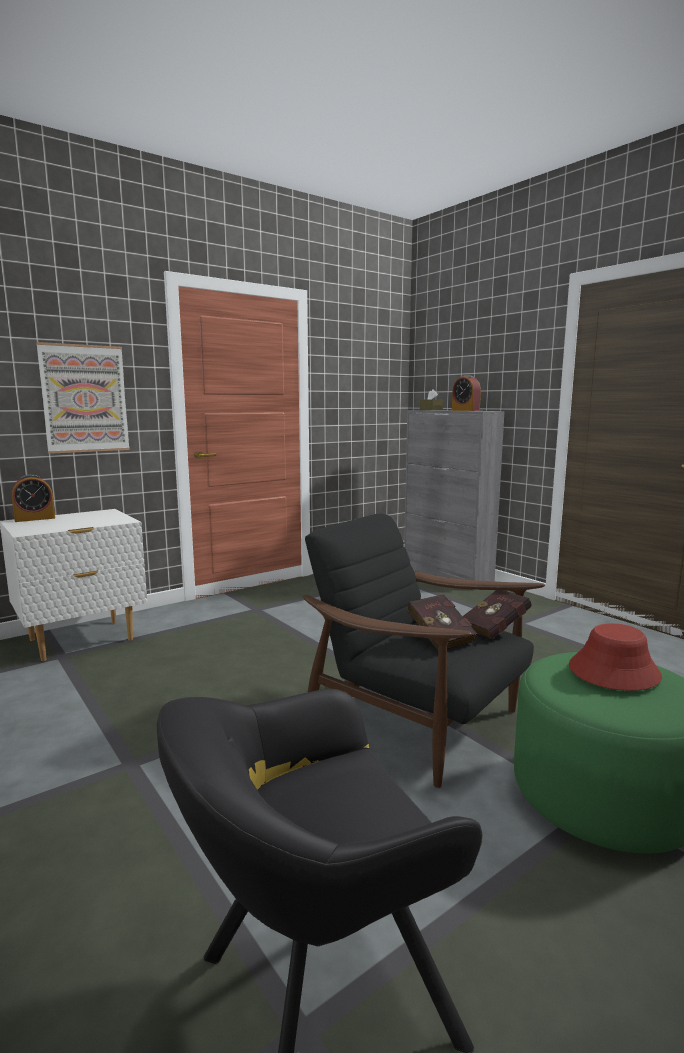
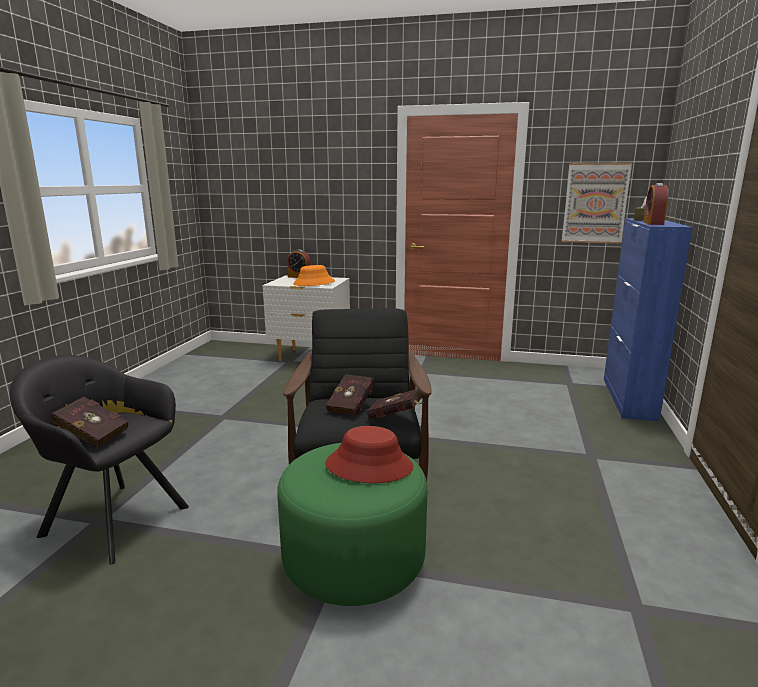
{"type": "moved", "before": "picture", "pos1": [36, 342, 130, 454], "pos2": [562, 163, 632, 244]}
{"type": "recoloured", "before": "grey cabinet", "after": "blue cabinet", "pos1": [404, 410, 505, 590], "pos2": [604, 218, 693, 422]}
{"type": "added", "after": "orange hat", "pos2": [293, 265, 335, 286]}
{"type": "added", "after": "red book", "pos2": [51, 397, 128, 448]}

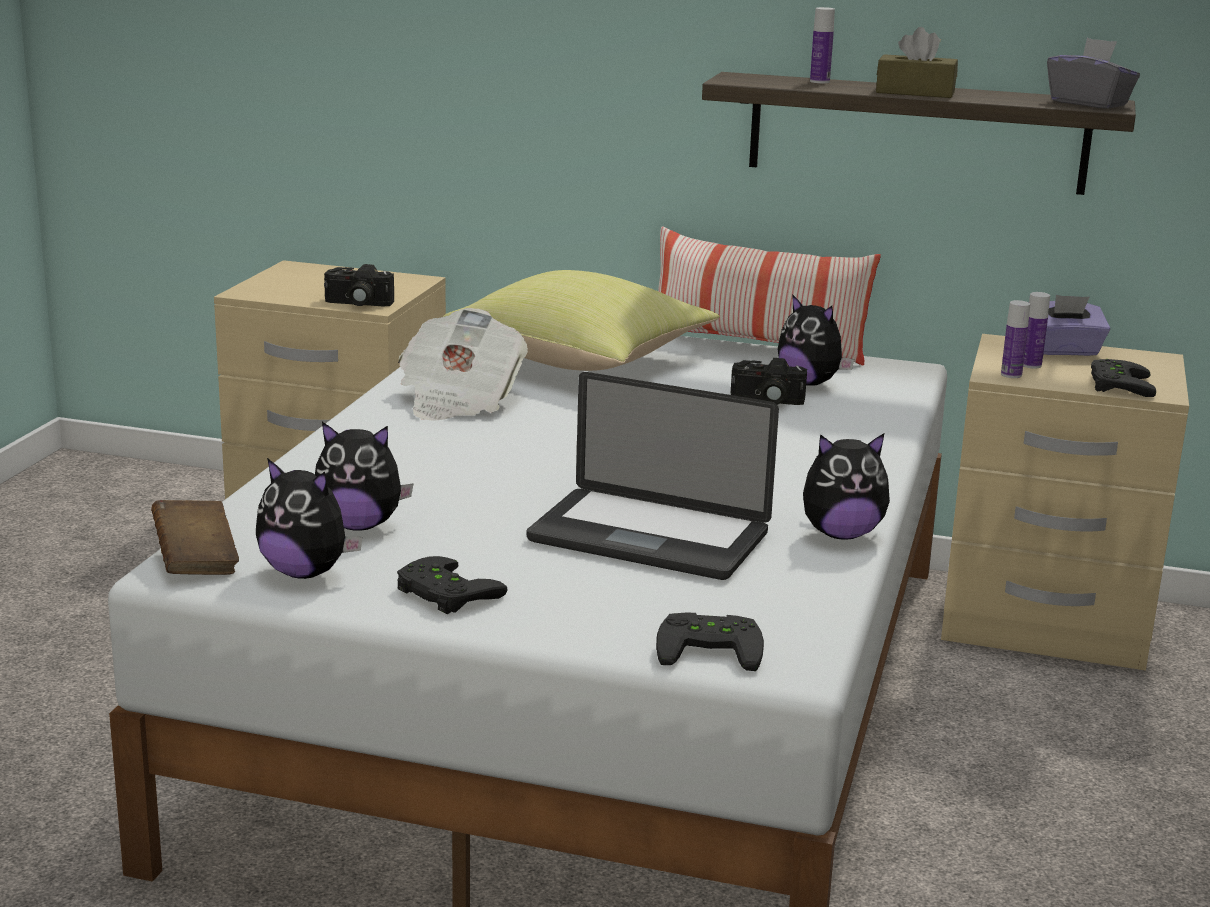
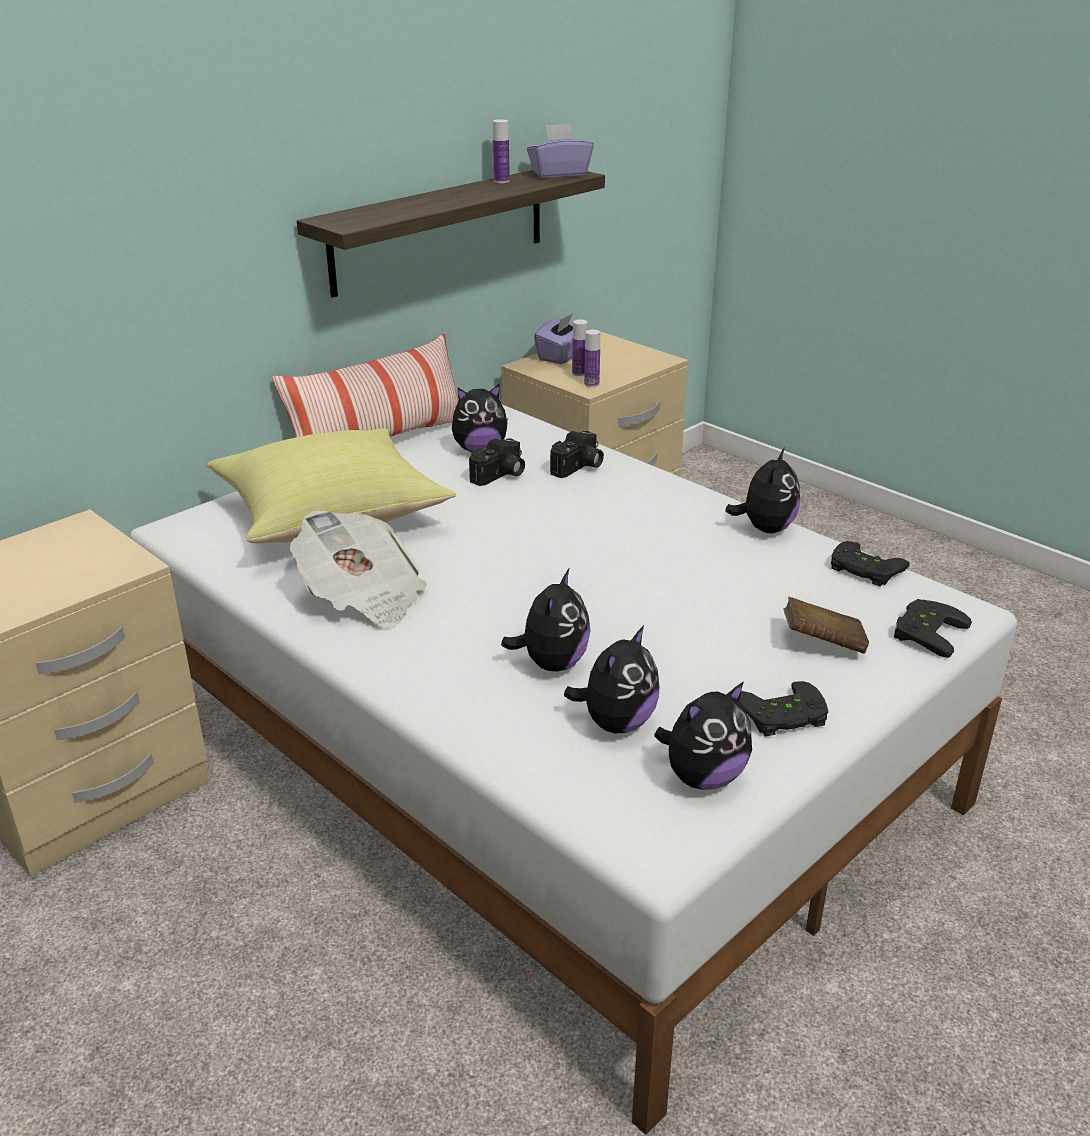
{"type": "moved", "before": "bottle", "pos1": [810, 7, 835, 83], "pos2": [493, 119, 510, 183]}
{"type": "removed", "before": "brown tissue box", "pos1": [876, 27, 958, 98]}
{"type": "recoloured", "before": "grey tissue box", "after": "purple tissue box", "pos1": [1047, 38, 1140, 109], "pos2": [527, 123, 594, 178]}
{"type": "moved", "before": "photo camera", "pos1": [324, 264, 394, 306], "pos2": [550, 431, 604, 478]}
{"type": "moved", "before": "black game controller", "pos1": [1091, 359, 1156, 397], "pos2": [831, 541, 909, 586]}
{"type": "removed", "before": "laptop", "pos1": [527, 372, 779, 580]}
{"type": "moved", "before": "brown book", "pos1": [151, 500, 239, 575], "pos2": [783, 597, 869, 654]}
{"type": "added", "after": "plush toy", "pos2": [501, 569, 590, 671]}

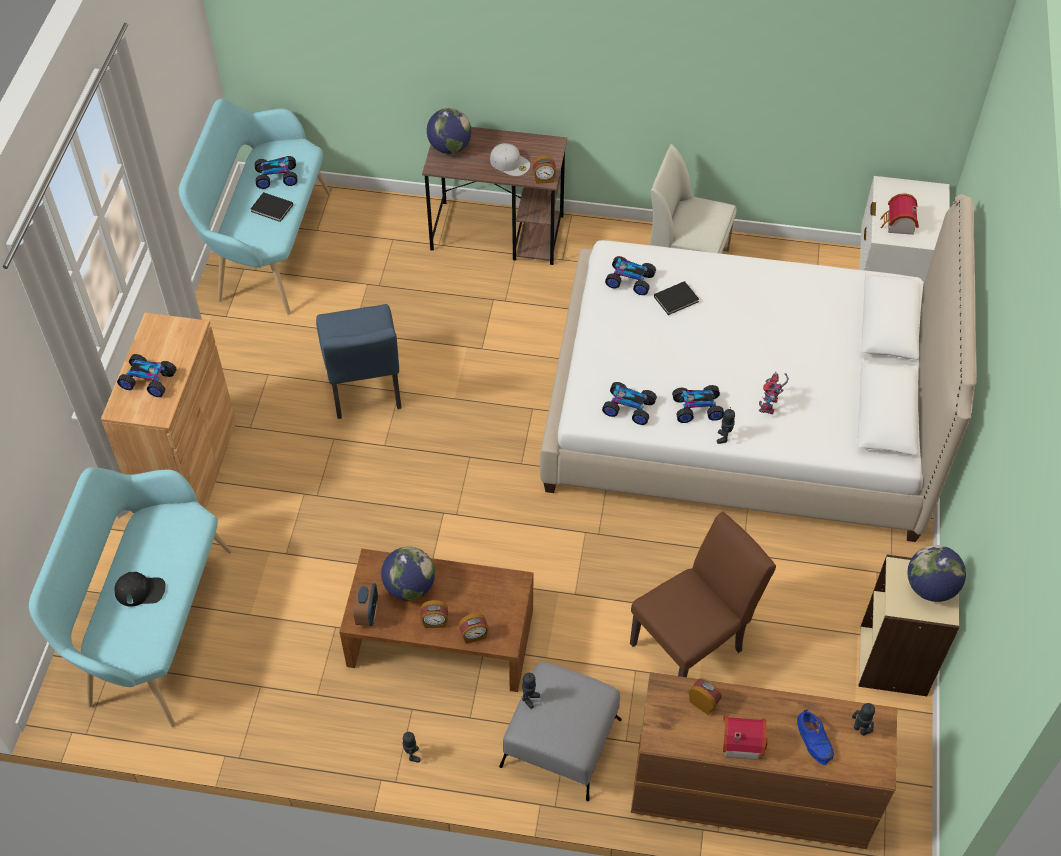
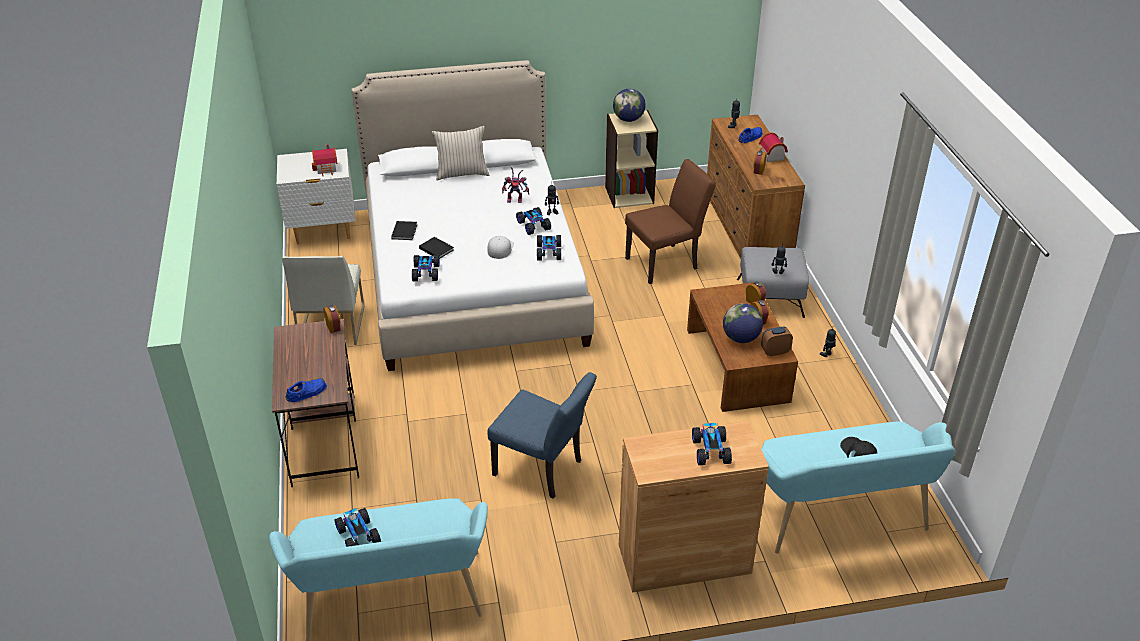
{"type": "replaced", "before": "globe", "after": "blue shoe", "pos1": [427, 108, 472, 154], "pos2": [286, 378, 327, 402]}
{"type": "moved", "before": "white cap", "pos1": [490, 143, 530, 176], "pos2": [487, 236, 514, 259]}
{"type": "moved", "before": "black book", "pos1": [251, 192, 293, 222], "pos2": [391, 221, 417, 240]}
{"type": "turned", "before": "blue chair", "pos1": [316, 304, 402, 419], "pos2": [488, 372, 597, 499], "turn": 60}
{"type": "turned", "before": "brown chair", "pos1": [630, 512, 776, 677], "pos2": [625, 159, 716, 284], "turn": 120}
{"type": "added", "after": "beige pillow", "pos2": [432, 126, 489, 180]}

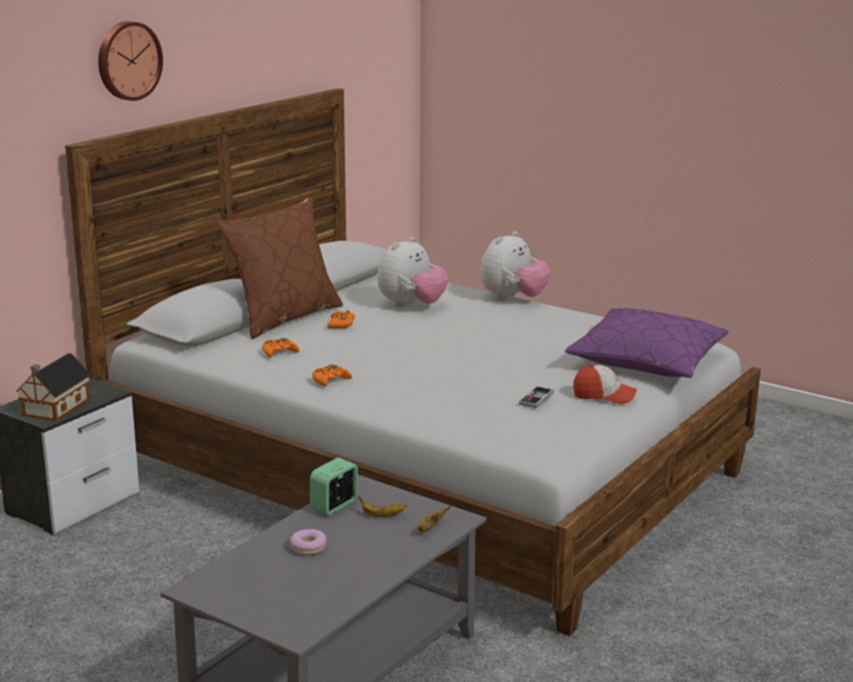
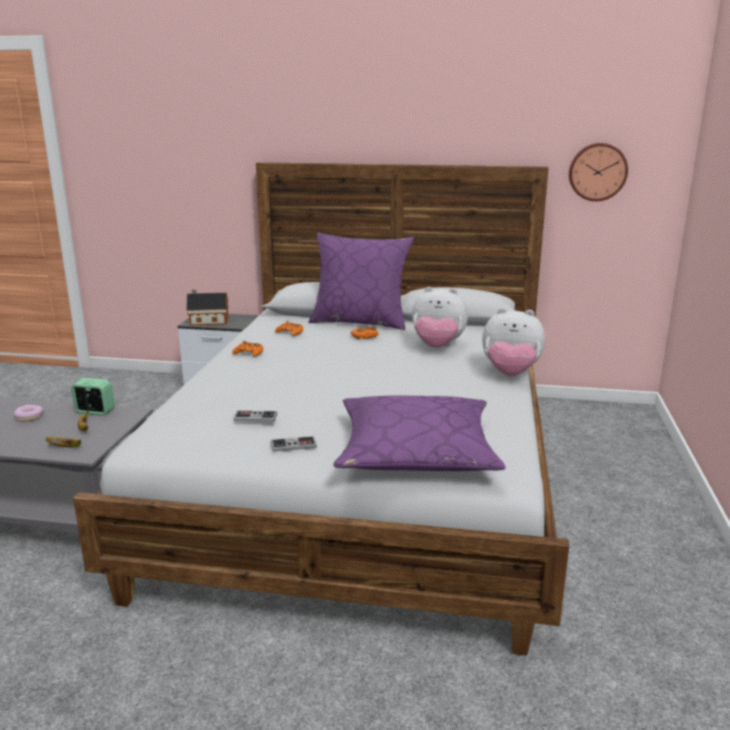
{"type": "moved", "before": "wall clock", "pos1": [98, 21, 163, 101], "pos2": [569, 143, 628, 201]}
{"type": "recoloured", "before": "brown pillow", "after": "purple pillow", "pos1": [217, 197, 343, 339], "pos2": [309, 233, 414, 330]}
{"type": "replaced", "before": "cap", "after": "game controller", "pos1": [573, 365, 637, 404], "pos2": [271, 436, 317, 452]}

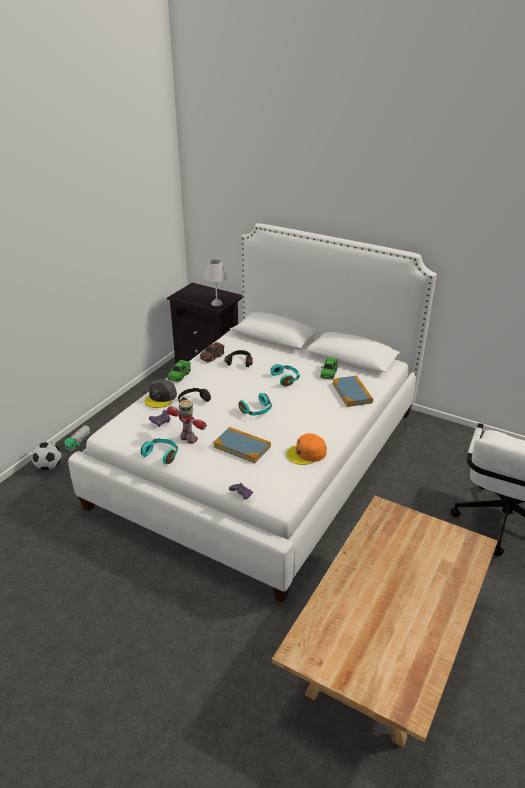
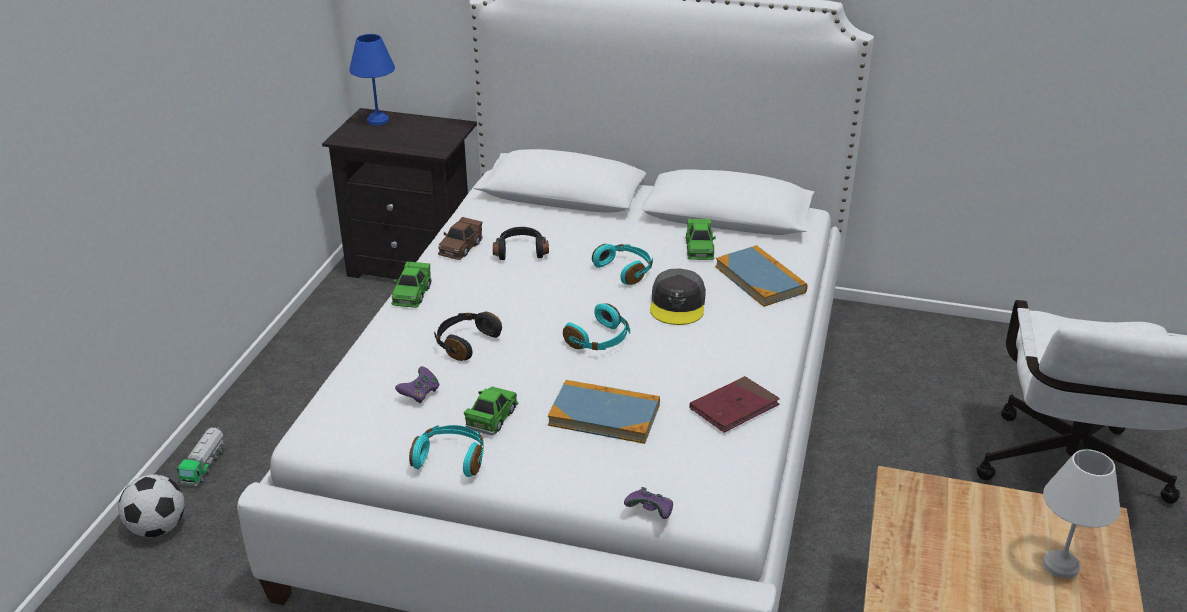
{"type": "moved", "before": "white table lamp", "pos1": [204, 259, 227, 306], "pos2": [1043, 449, 1120, 578]}
{"type": "moved", "before": "grey cap", "pos1": [145, 379, 177, 408], "pos2": [650, 269, 706, 325]}
{"type": "replaced", "before": "toy robot", "after": "green toy car", "pos1": [167, 400, 207, 444], "pos2": [464, 387, 518, 435]}
{"type": "replaced", "before": "orange cap", "after": "red book", "pos1": [286, 433, 327, 465], "pos2": [690, 376, 780, 433]}
{"type": "added", "after": "blue table lamp", "pos2": [349, 34, 395, 125]}

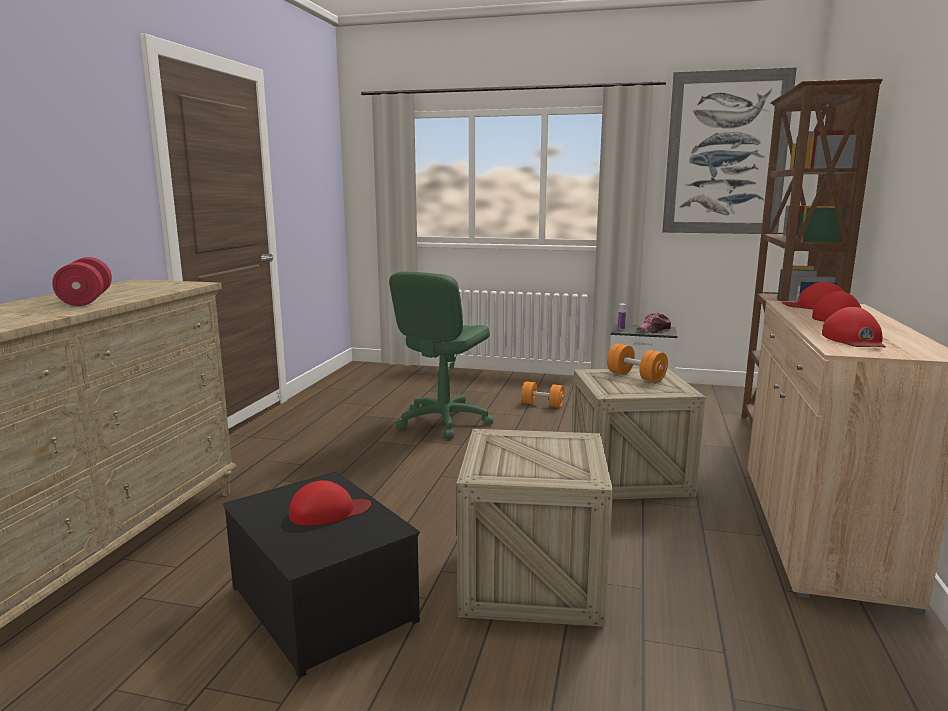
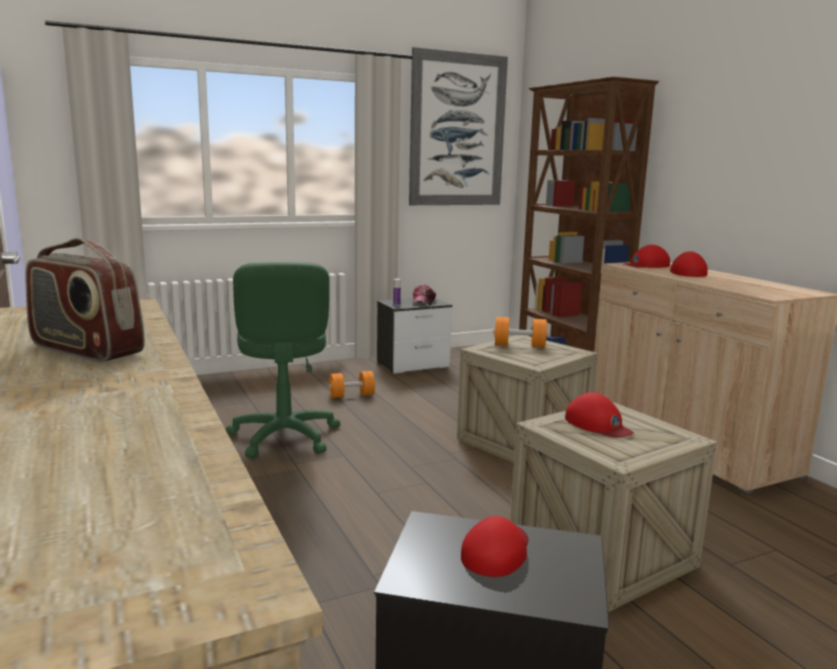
{"type": "replaced", "before": "red dumbbell", "after": "radio", "pos1": [52, 257, 112, 306], "pos2": [25, 238, 145, 362]}
{"type": "moved", "before": "red cap", "pos1": [822, 307, 886, 347], "pos2": [565, 392, 634, 437]}

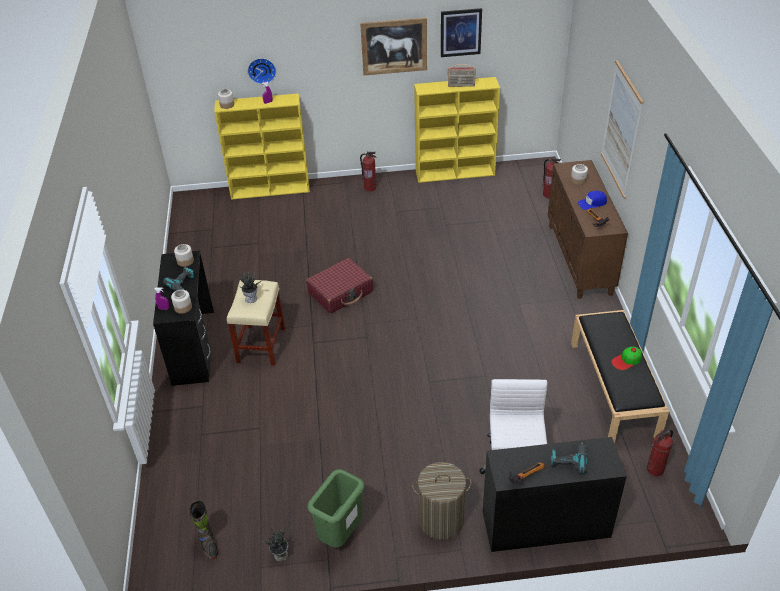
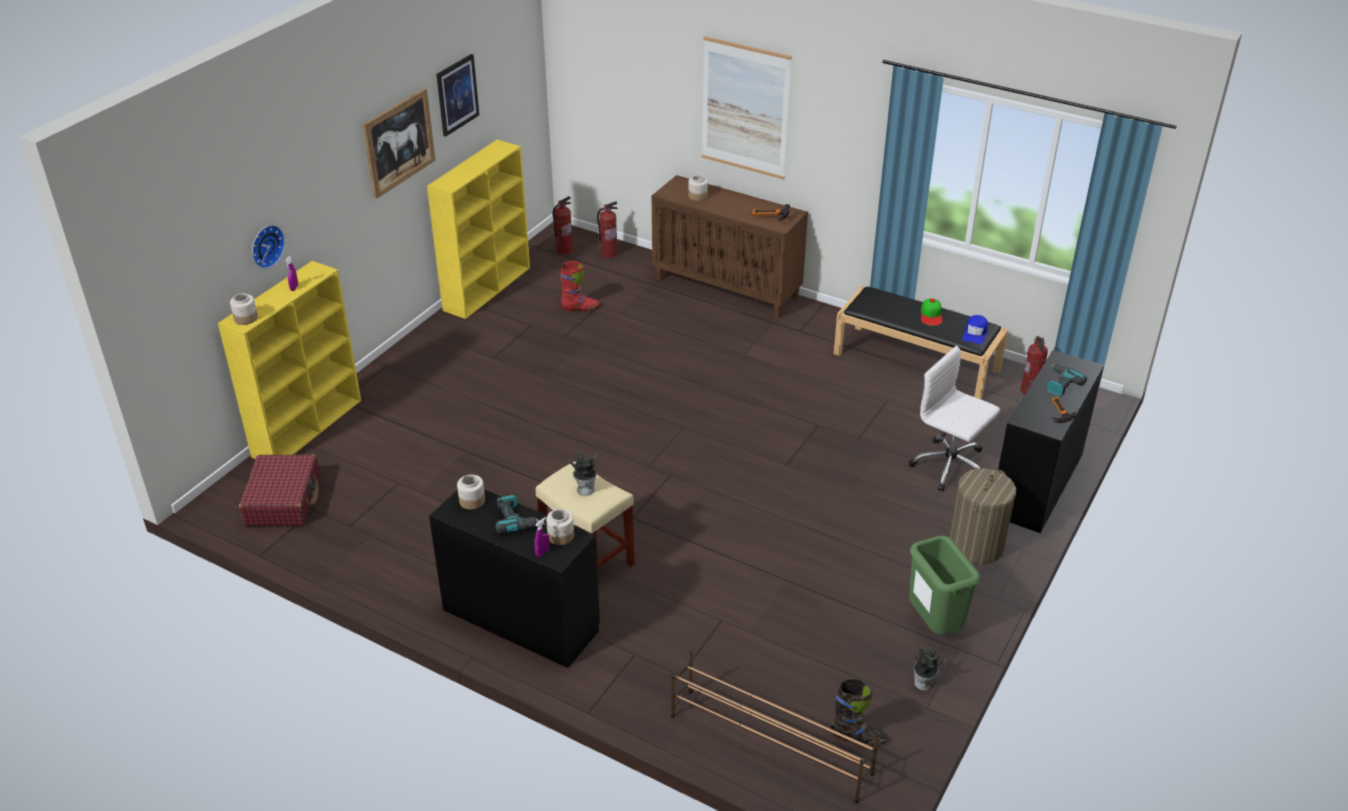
{"type": "removed", "before": "radio", "pos1": [447, 64, 476, 87]}
{"type": "moved", "before": "fire extinguisher", "pos1": [360, 152, 377, 192], "pos2": [553, 196, 573, 254]}
{"type": "moved", "before": "blue cap", "pos1": [578, 191, 607, 210], "pos2": [962, 315, 988, 344]}
{"type": "moved", "before": "red suitcase", "pos1": [306, 258, 373, 314], "pos2": [239, 454, 320, 526]}
{"type": "added", "after": "red boot", "pos2": [560, 261, 600, 311]}
{"type": "added", "after": "brown shoe rack", "pos2": [671, 650, 880, 803]}

